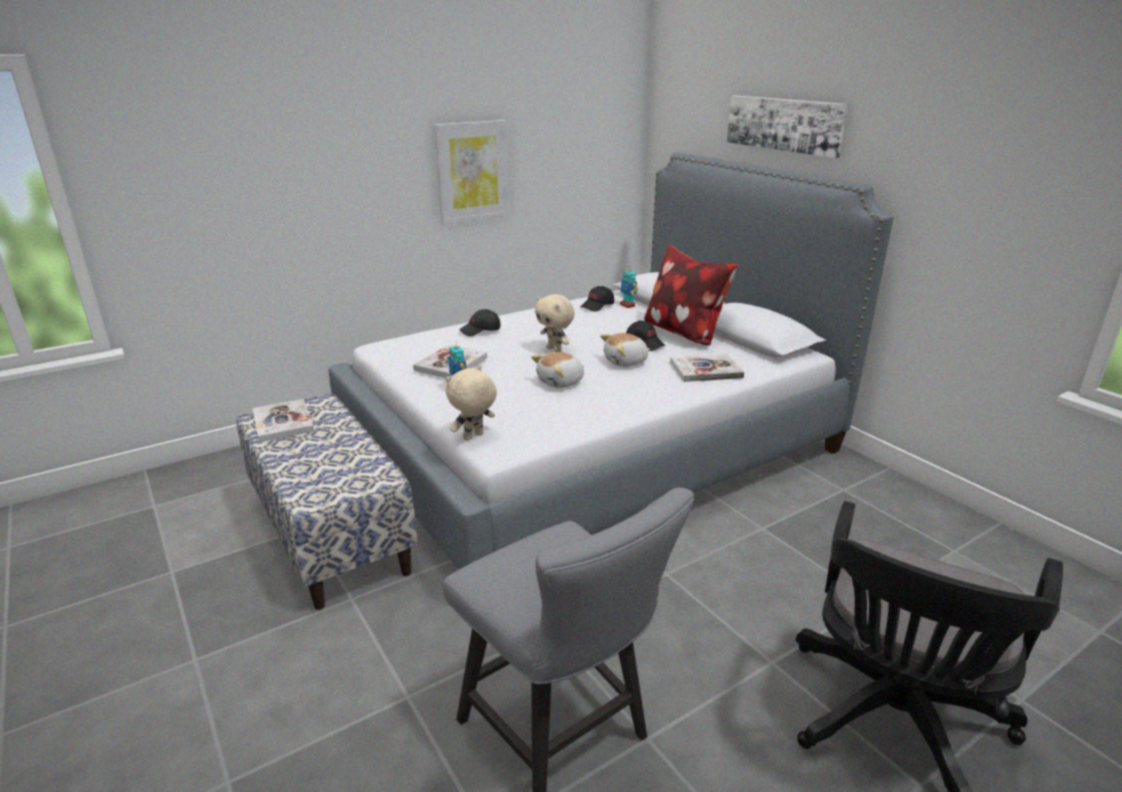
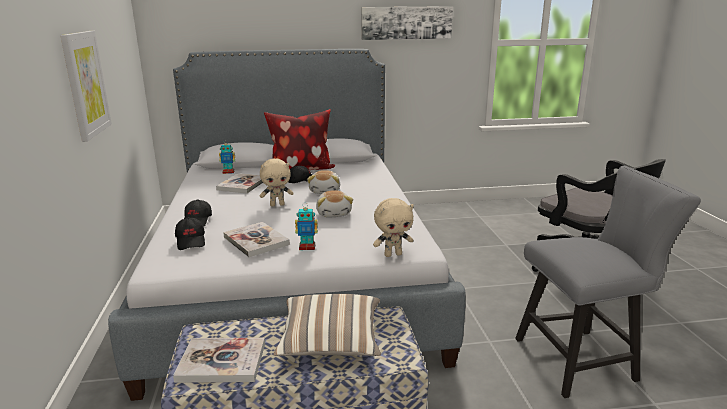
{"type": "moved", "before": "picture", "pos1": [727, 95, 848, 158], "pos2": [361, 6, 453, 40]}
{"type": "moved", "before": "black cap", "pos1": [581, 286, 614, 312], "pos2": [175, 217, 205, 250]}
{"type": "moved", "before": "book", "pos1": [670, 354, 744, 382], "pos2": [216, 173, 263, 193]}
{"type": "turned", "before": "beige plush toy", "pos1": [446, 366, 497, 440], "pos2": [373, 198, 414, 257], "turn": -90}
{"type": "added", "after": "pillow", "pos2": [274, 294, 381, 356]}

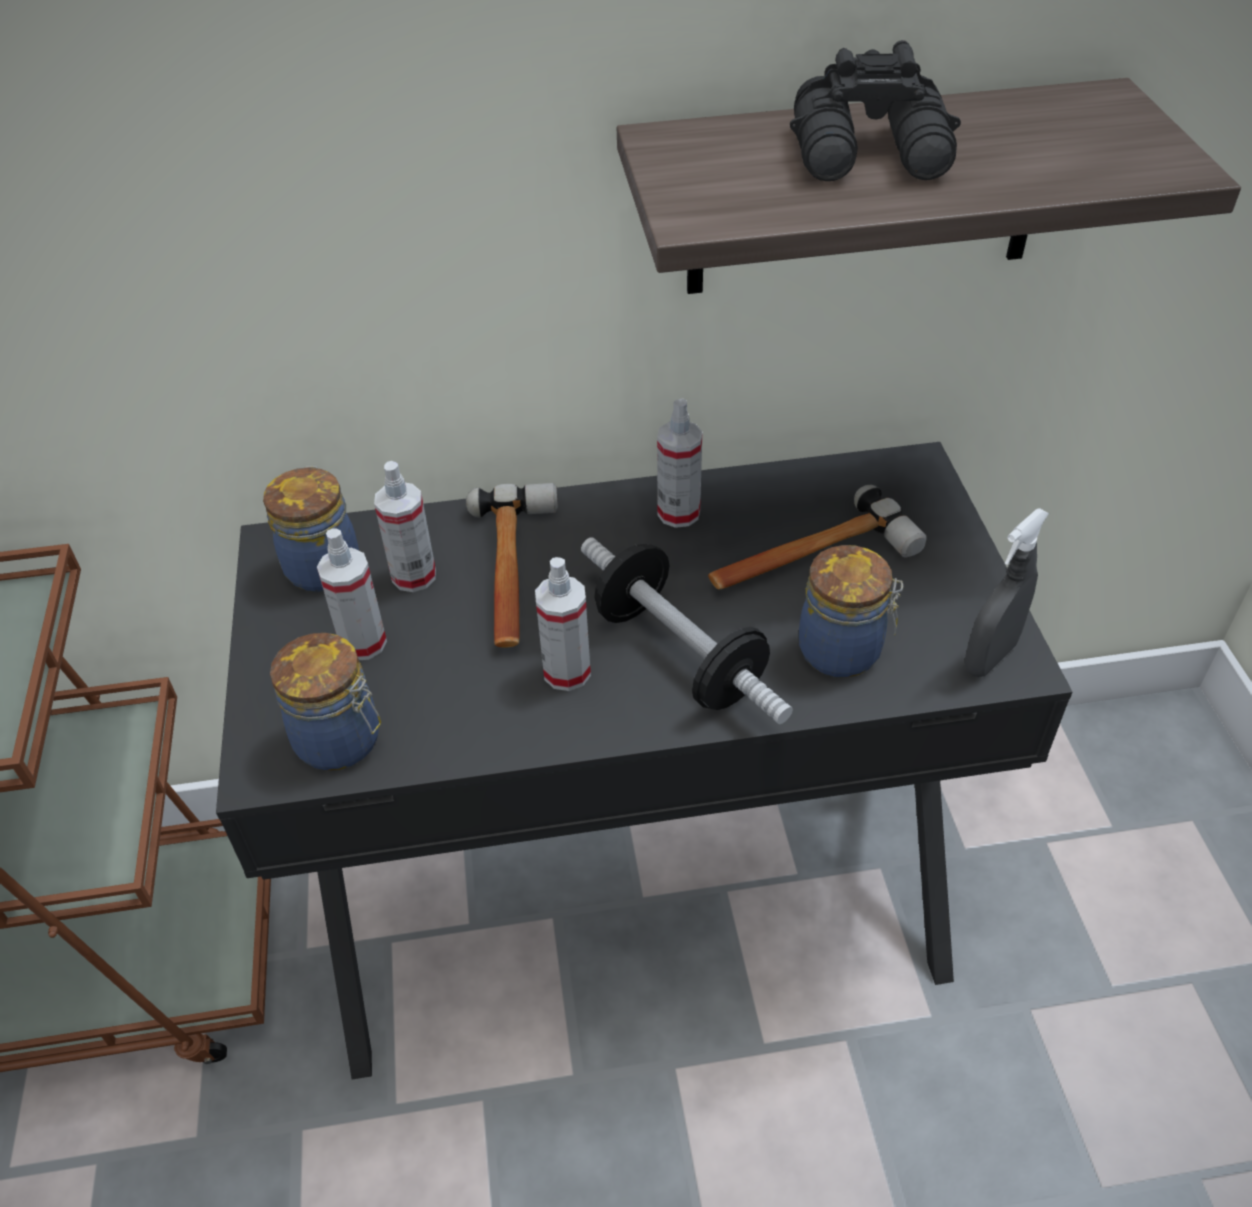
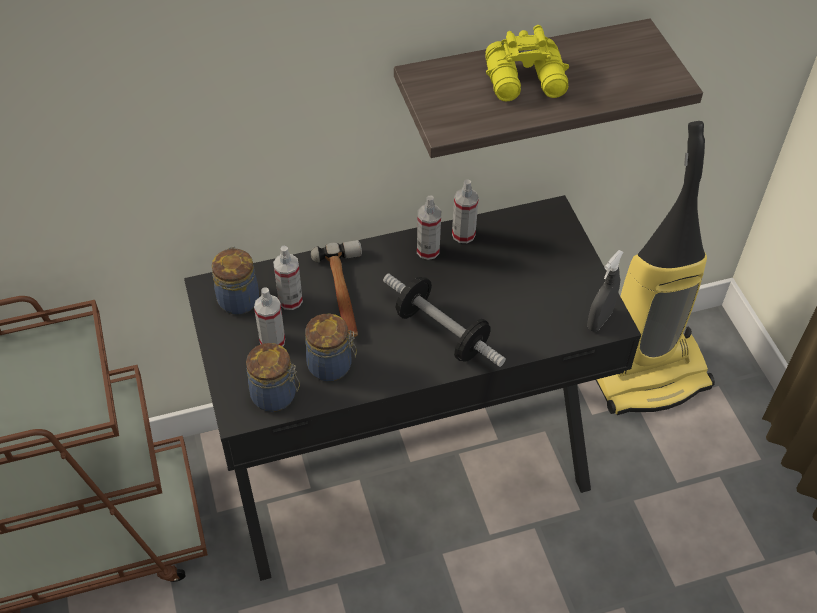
{"type": "recoloured", "before": "black binoculars", "after": "yellow binoculars", "pos1": [790, 40, 961, 181], "pos2": [485, 25, 569, 101]}
{"type": "removed", "before": "hammer", "pos1": [708, 485, 927, 590]}
{"type": "moved", "before": "jar", "pos1": [799, 545, 903, 678], "pos2": [305, 313, 357, 381]}
{"type": "moved", "before": "spray bottle", "pos1": [535, 557, 591, 691], "pos2": [452, 179, 479, 243]}
{"type": "added", "after": "vacuum cleaner", "pos2": [596, 121, 715, 415]}

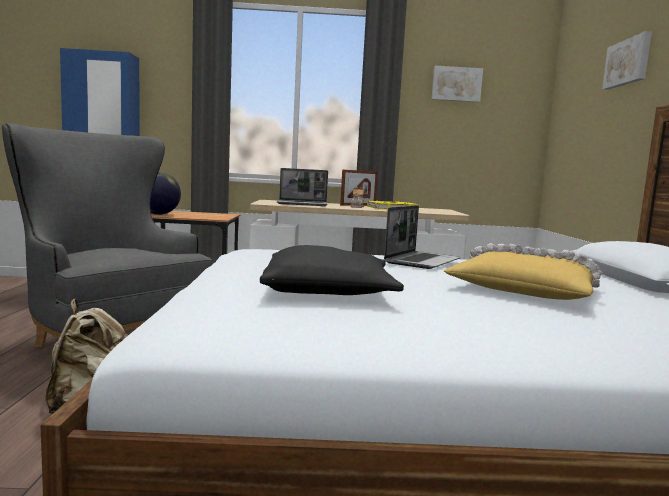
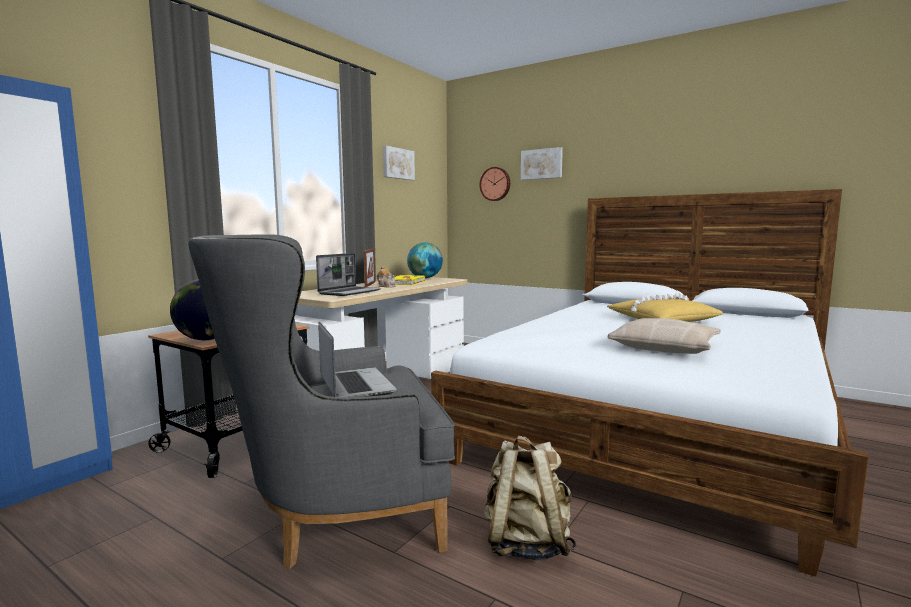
{"type": "moved", "before": "laptop", "pos1": [384, 205, 460, 269], "pos2": [318, 322, 397, 397]}
{"type": "recoloured", "before": "black pillow", "after": "beige pillow", "pos1": [260, 245, 404, 295], "pos2": [608, 318, 721, 354]}
{"type": "added", "after": "wall clock", "pos2": [479, 167, 510, 201]}
{"type": "added", "after": "globe", "pos2": [407, 242, 443, 278]}

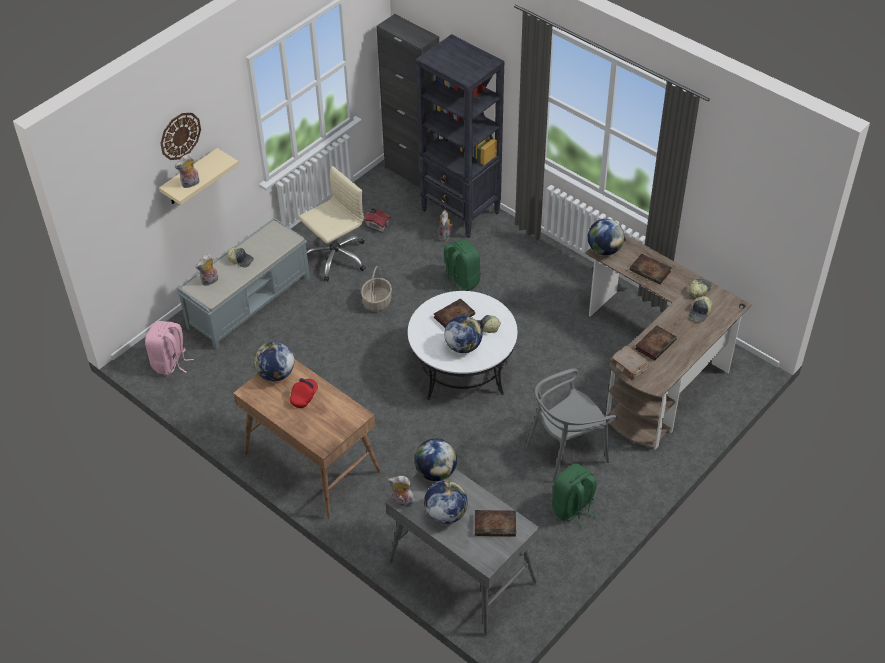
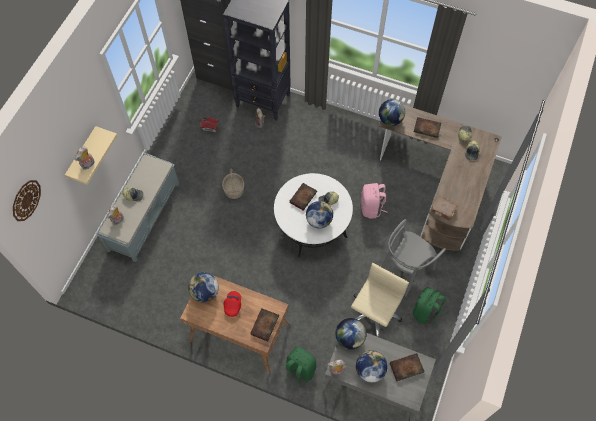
{"type": "moved", "before": "wall clock", "pos1": [160, 113, 201, 160], "pos2": [13, 180, 41, 221]}
{"type": "moved", "before": "beige office chair", "pos1": [299, 166, 366, 281], "pos2": [351, 263, 409, 338]}
{"type": "moved", "before": "green backpack", "pos1": [440, 239, 480, 292], "pos2": [284, 346, 317, 388]}
{"type": "moved", "before": "pink backpack", "pos1": [145, 321, 194, 375], "pos2": [361, 183, 387, 219]}
{"type": "moved", "before": "book", "pos1": [635, 325, 677, 361], "pos2": [250, 308, 279, 341]}

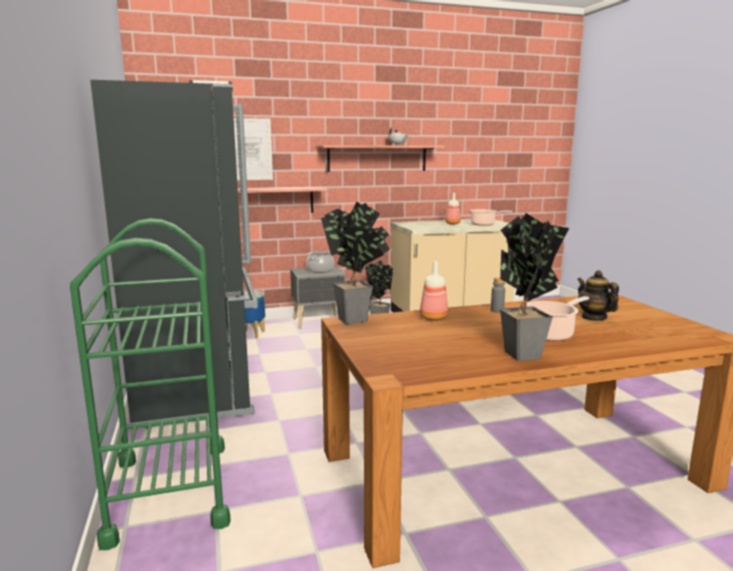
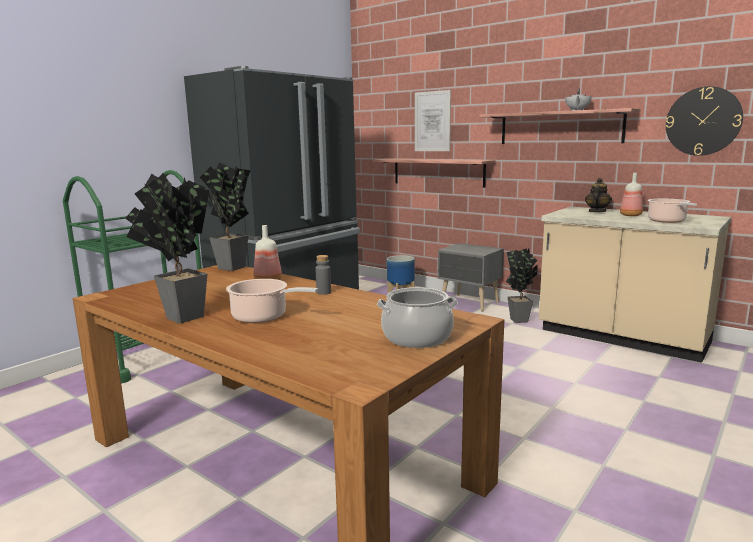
{"type": "moved", "before": "cooking pot", "pos1": [306, 251, 335, 273], "pos2": [377, 287, 458, 348]}
{"type": "moved", "before": "teapot", "pos1": [577, 270, 619, 321], "pos2": [585, 178, 612, 212]}
{"type": "added", "after": "wall clock", "pos2": [666, 86, 743, 156]}

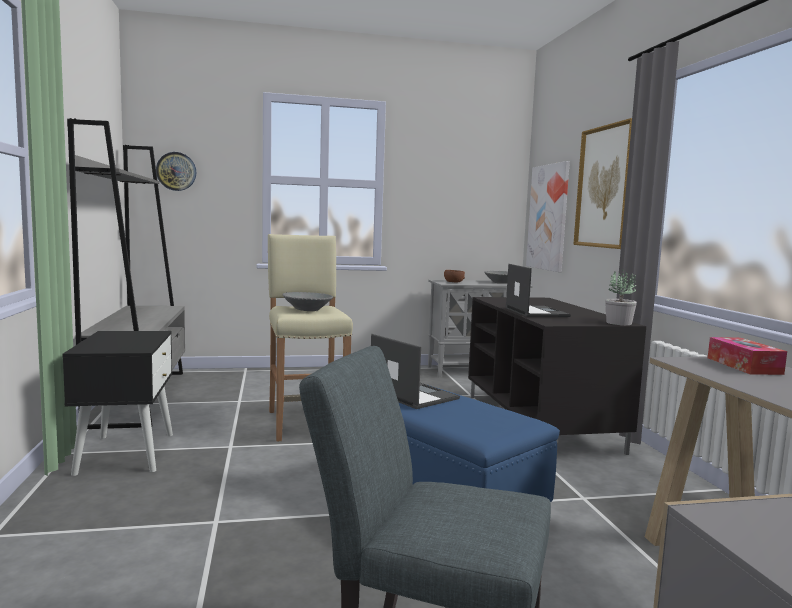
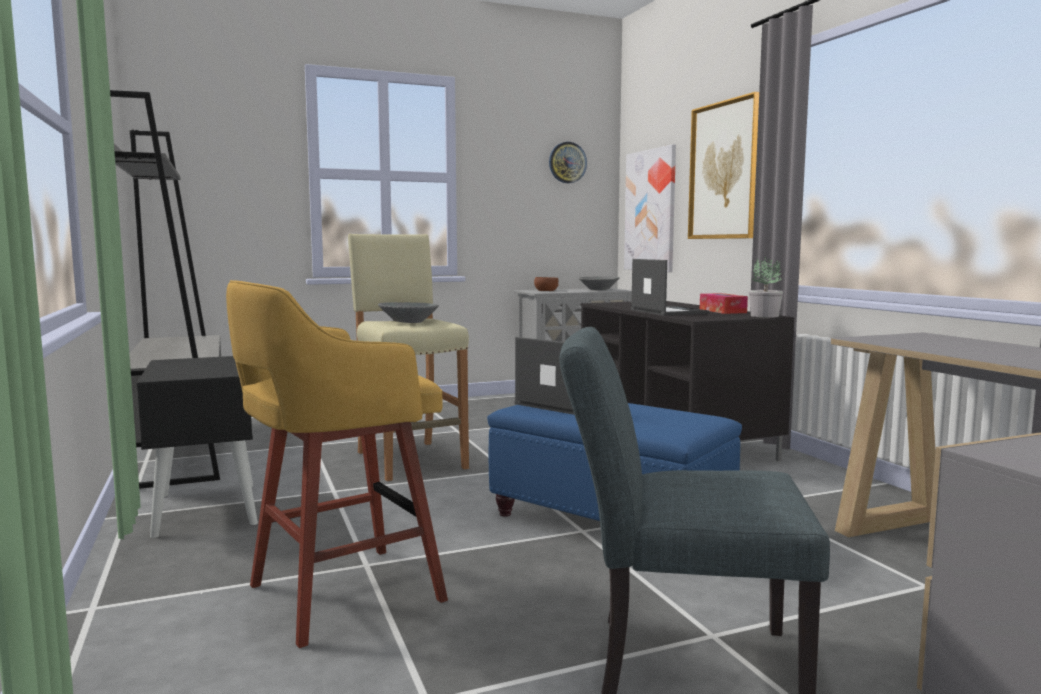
{"type": "moved", "before": "wall clock", "pos1": [156, 152, 196, 191], "pos2": [549, 142, 587, 183]}
{"type": "moved", "before": "tissue box", "pos1": [708, 337, 787, 375], "pos2": [700, 293, 748, 314]}
{"type": "added", "after": "yellow stool", "pos2": [226, 280, 448, 648]}

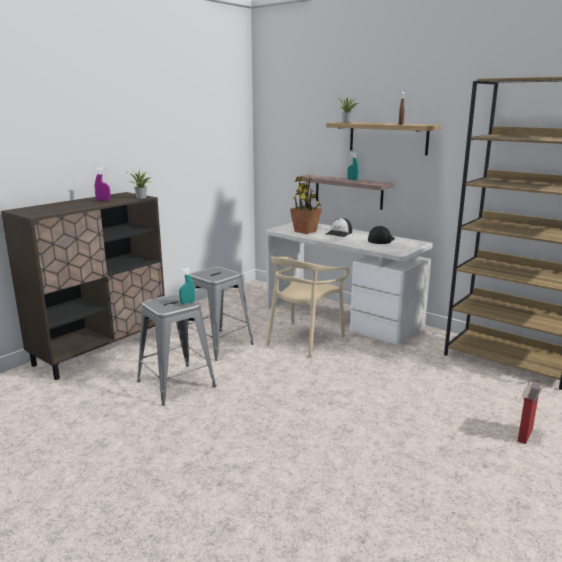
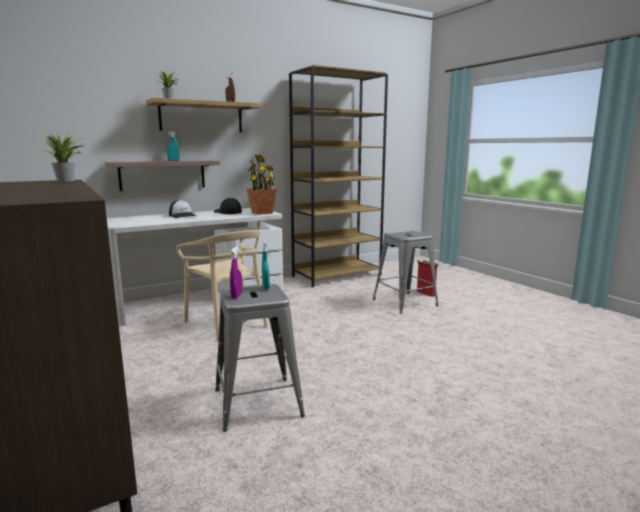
{"type": "moved", "before": "purple spray bottle", "pos1": [95, 167, 110, 201], "pos2": [230, 246, 242, 299]}
{"type": "moved", "before": "potted plant", "pos1": [290, 176, 322, 234], "pos2": [247, 155, 277, 215]}
{"type": "moved", "before": "grey stool", "pos1": [187, 266, 254, 361], "pos2": [373, 230, 439, 314]}

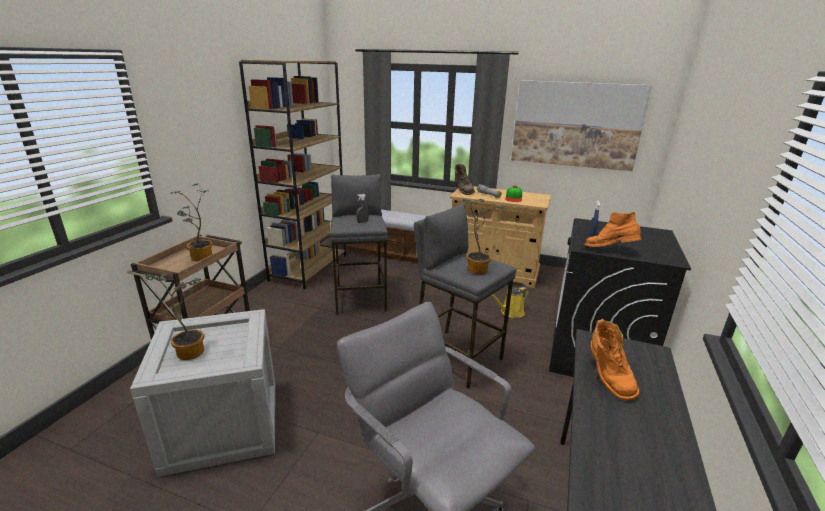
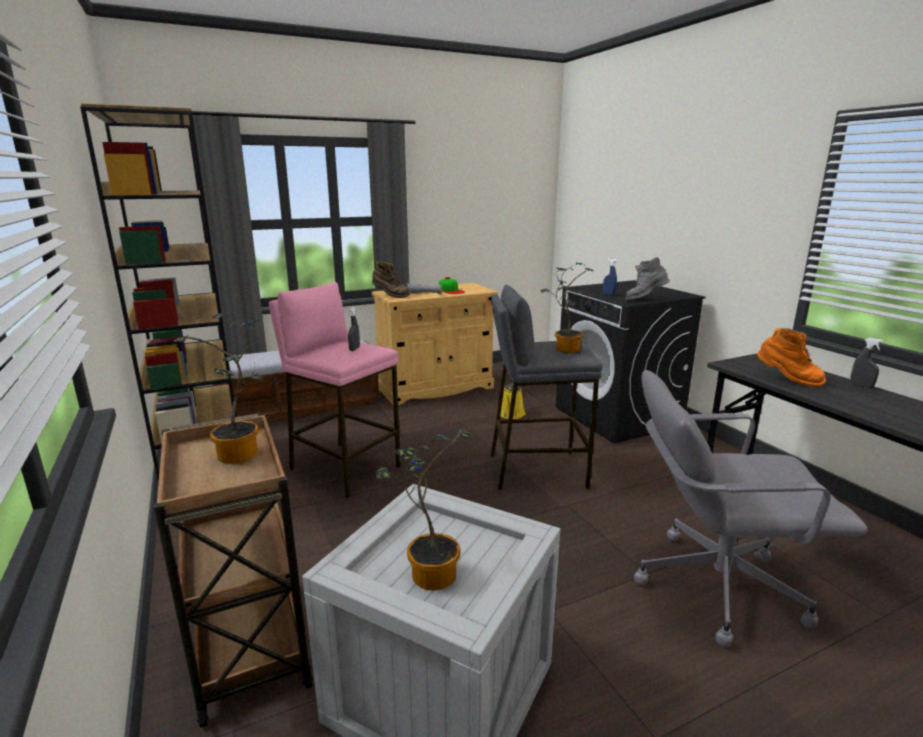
{"type": "removed", "before": "picture", "pos1": [511, 80, 652, 171]}
{"type": "recoloured", "before": "grey stool", "after": "pink stool", "pos1": [330, 174, 388, 315], "pos2": [269, 281, 401, 499]}
{"type": "recoloured", "before": "orange boot", "after": "grey boot", "pos1": [585, 212, 641, 247], "pos2": [625, 257, 670, 300]}
{"type": "added", "after": "grey spray bottle", "pos2": [850, 338, 884, 389]}

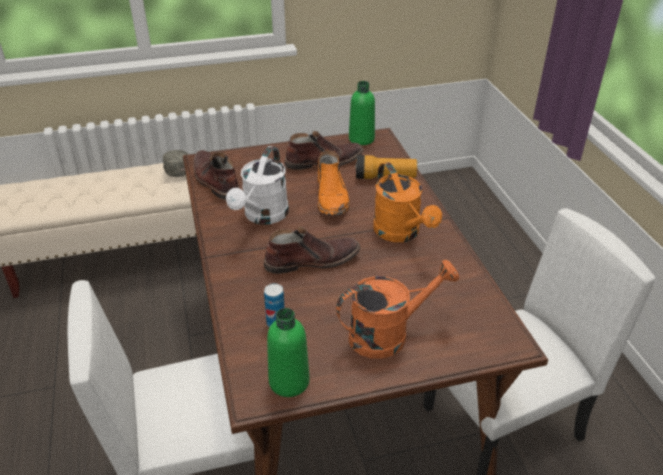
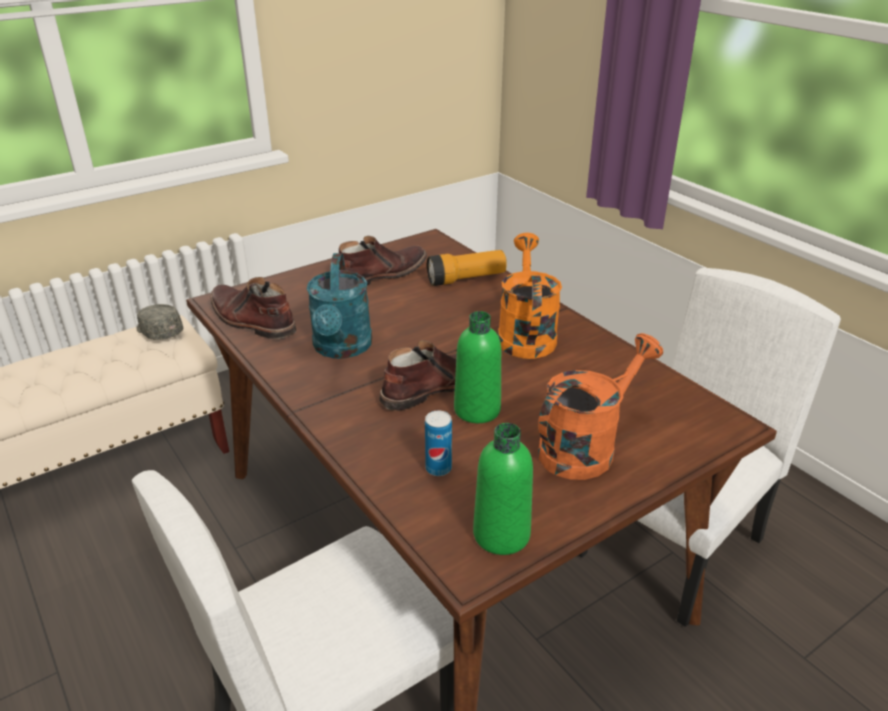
{"type": "moved", "before": "green bottle", "pos1": [349, 81, 375, 145], "pos2": [454, 311, 501, 423]}
{"type": "recoloured", "before": "white watering can", "after": "turquoise watering can", "pos1": [226, 146, 289, 225], "pos2": [307, 253, 372, 359]}
{"type": "removed", "before": "orange boot", "pos1": [318, 150, 349, 215]}
{"type": "turned", "before": "orange watering can", "pos1": [373, 162, 442, 242], "pos2": [498, 233, 562, 359], "turn": -135}

